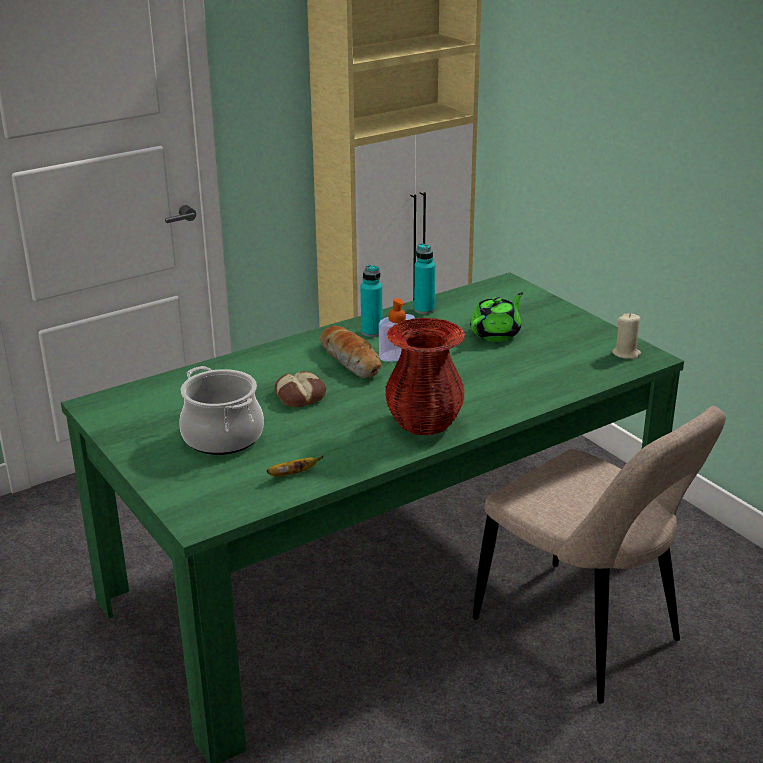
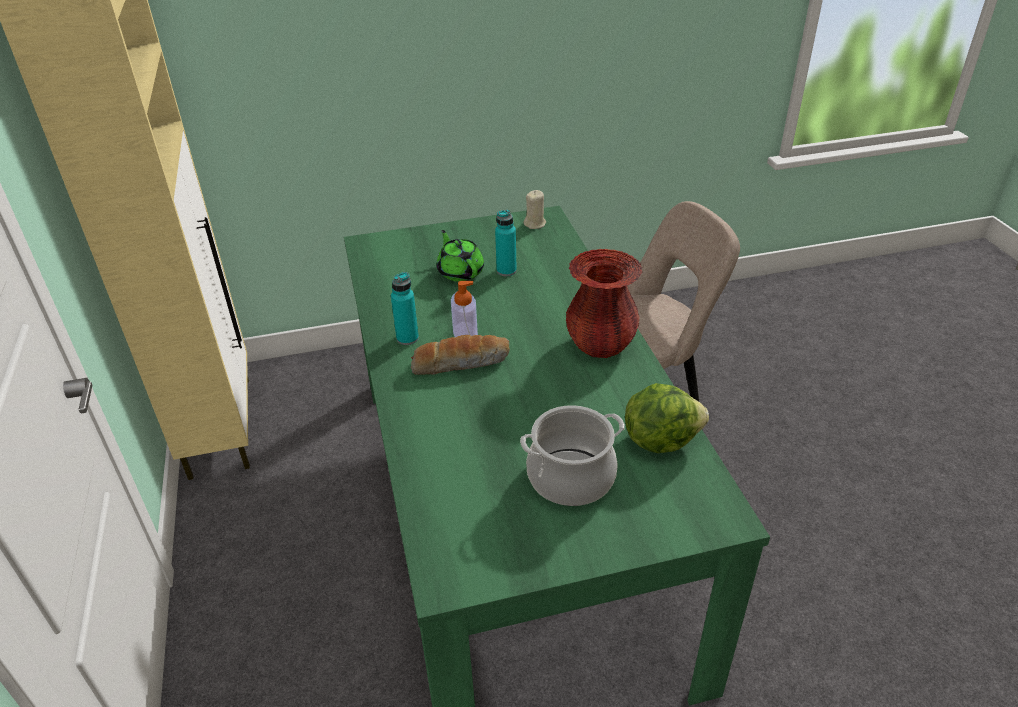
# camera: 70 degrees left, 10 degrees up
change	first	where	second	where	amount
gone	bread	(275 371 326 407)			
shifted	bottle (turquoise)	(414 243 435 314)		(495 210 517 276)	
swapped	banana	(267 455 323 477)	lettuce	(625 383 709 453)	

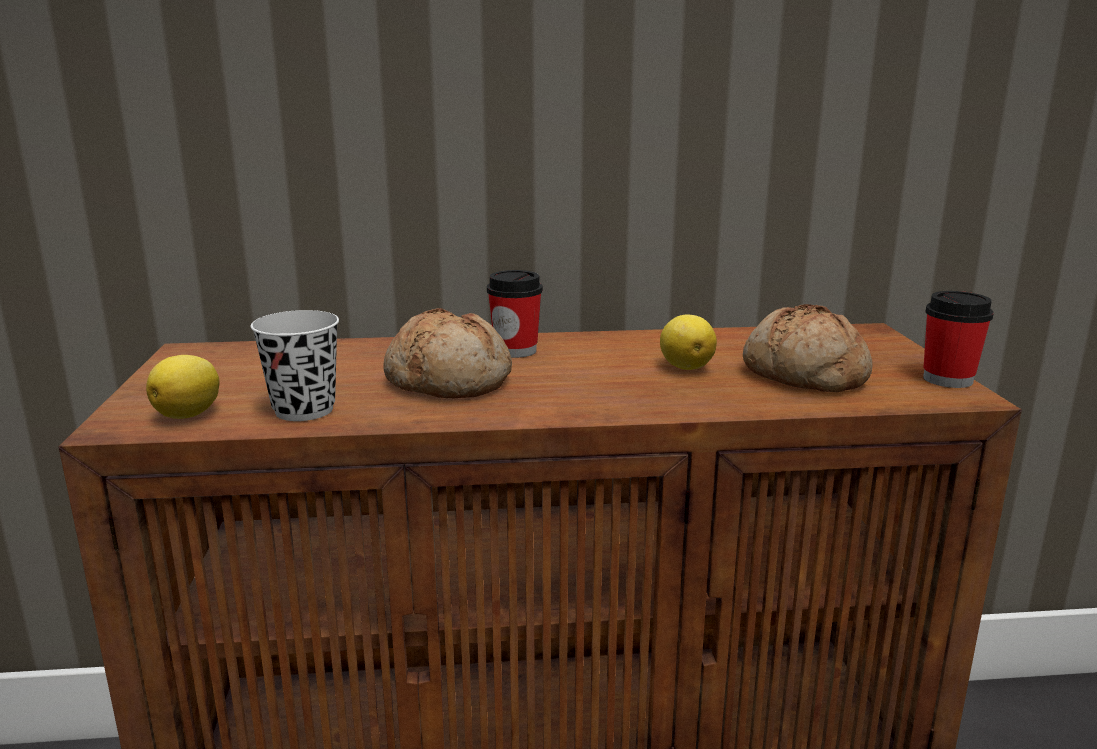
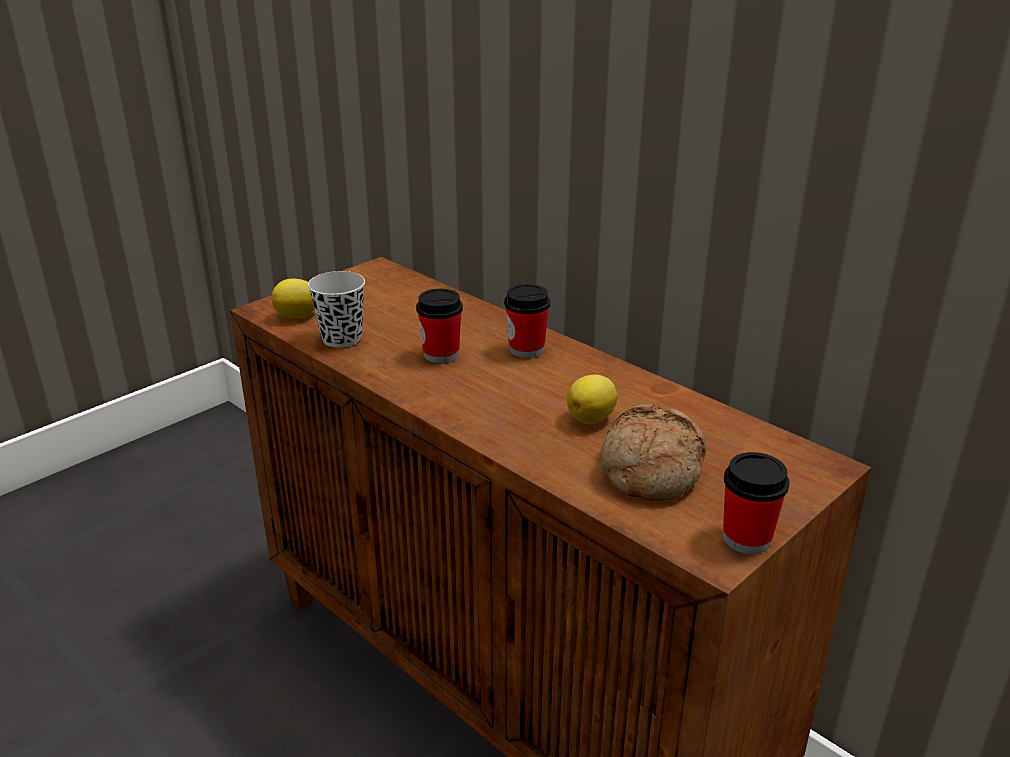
# camera: 50 degrees right, 10 degrees up
change	first	where	second	where	amount
swapped	bread	(384 308 512 399)	cup	(416 289 463 364)	

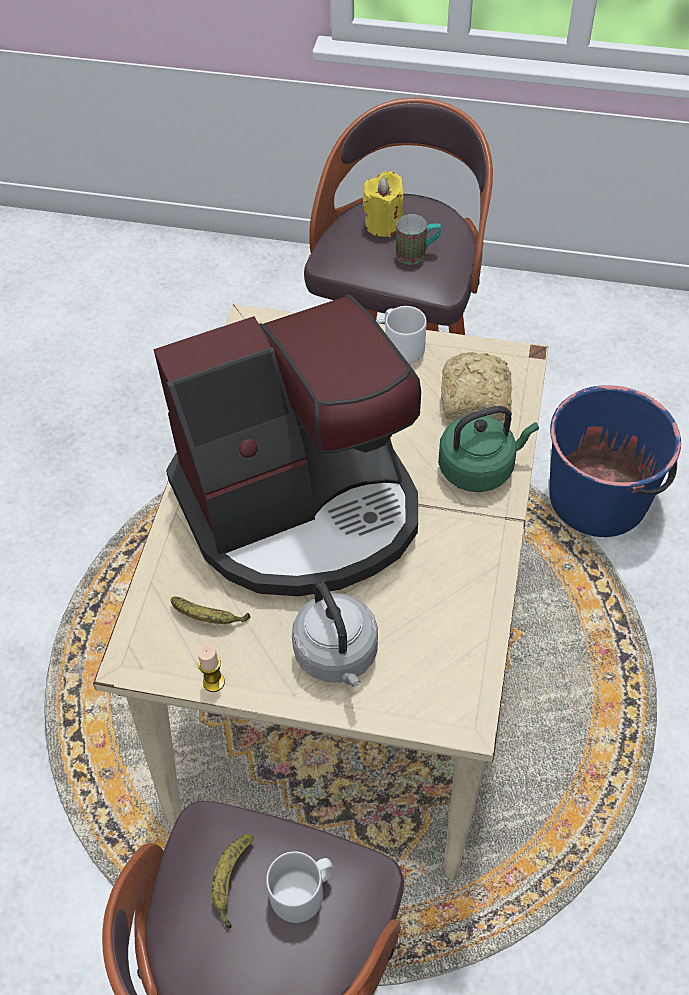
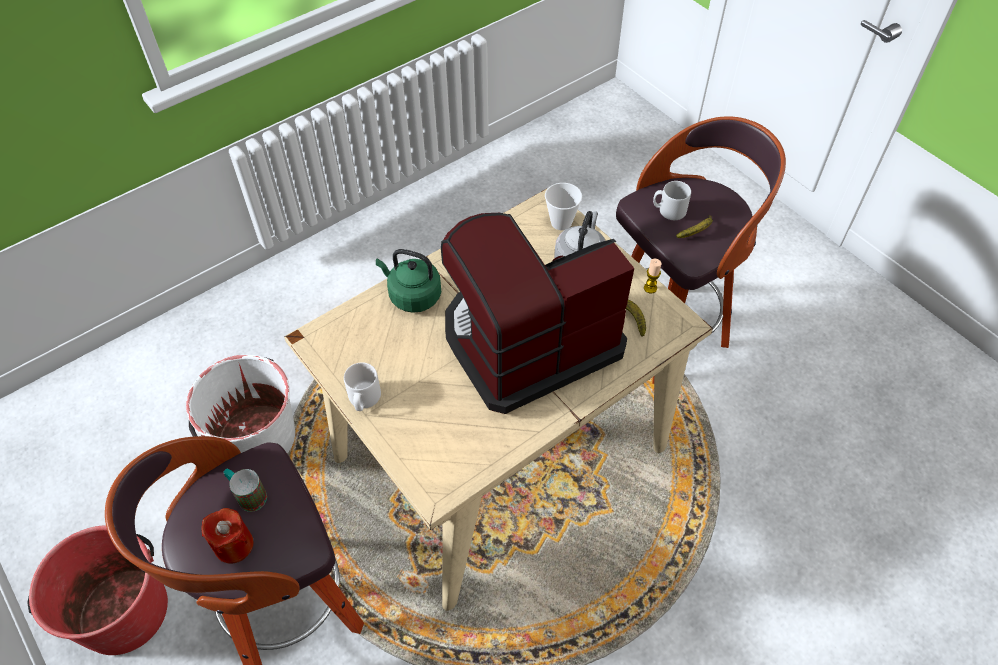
# camera: 140 degrees left, 0 degrees up
change	first	where	second	where	amount
gone	bread	(441 352 512 421)			
new			bucket (red)	(27 525 168 655)	
new			cup	(545 183 582 230)	
repainted	candle (yellow)	(363 171 403 237)	candle (red)	(201 508 253 564)	
repainted	bucket (blue)	(549 385 681 537)	bucket (white)	(186 355 295 454)	
rotated	coffee machine	(154 295 421 596)		(441 213 634 414)	45 degrees counterclockwise

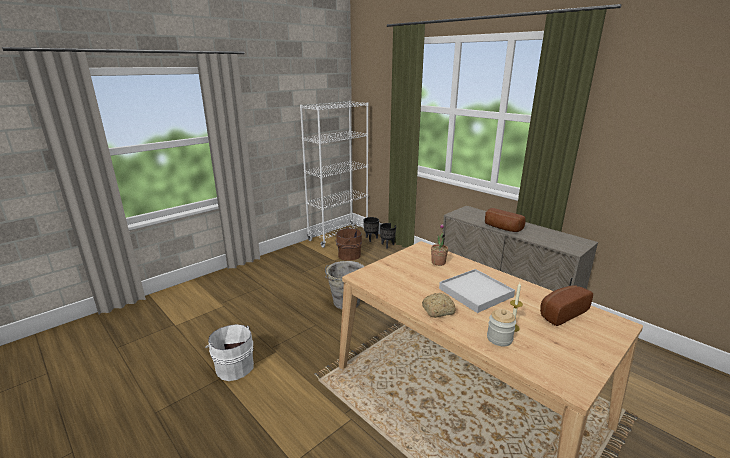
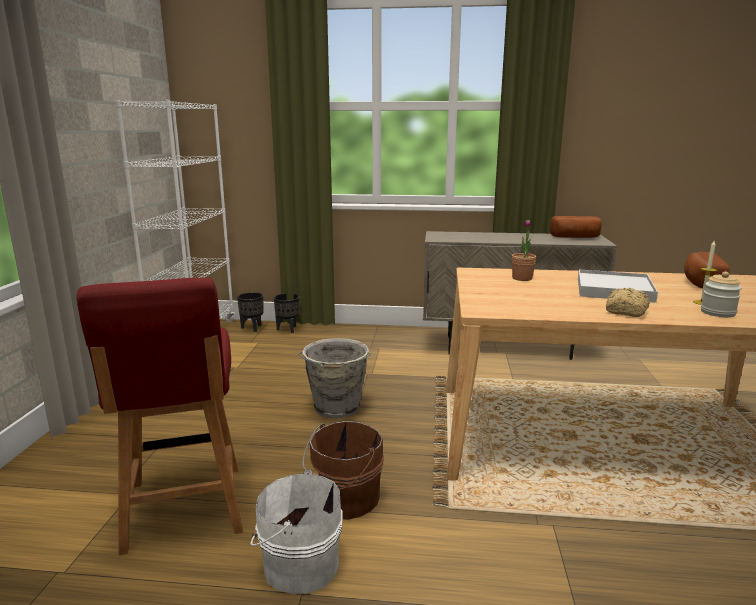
# camera: 40 degrees left, 5 degrees down
change	first	where	second	where	amount
new			chair (red)	(76 278 243 555)	
shifted	bucket (brown)	(336 227 362 261)		(302 421 384 520)	
shifted	bread	(485 208 526 232)		(550 216 602 238)	

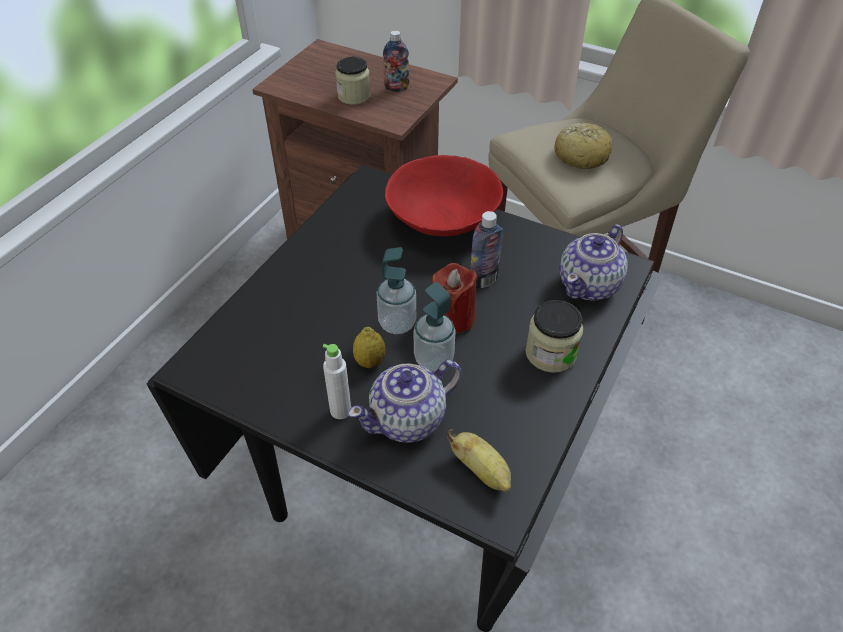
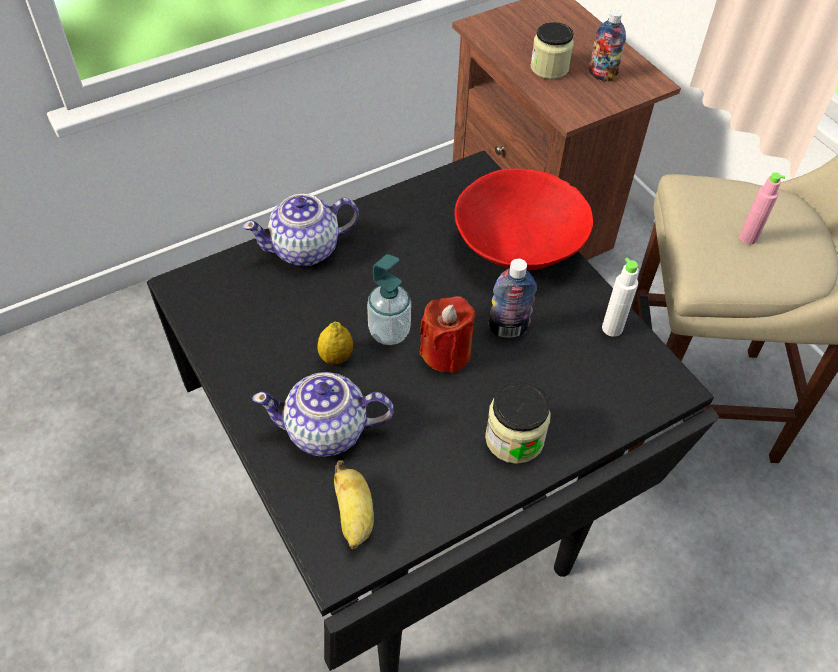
# camera: 30 degrees right, 5 degrees up
change	first	where	second	where	amount
gone	soap dispenser	(414 282 456 372)			
shifted	bottle (white)	(323 344 351 419)		(602 258 639 337)	
shifted	teapot	(559 224 628 301)		(242 194 359 266)	
swapped	bread	(554 123 612 169)	bottle (pink)	(739 172 785 244)	

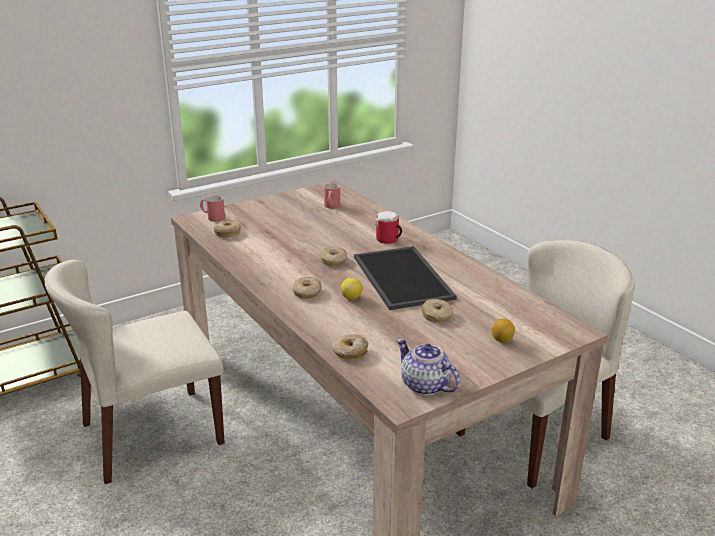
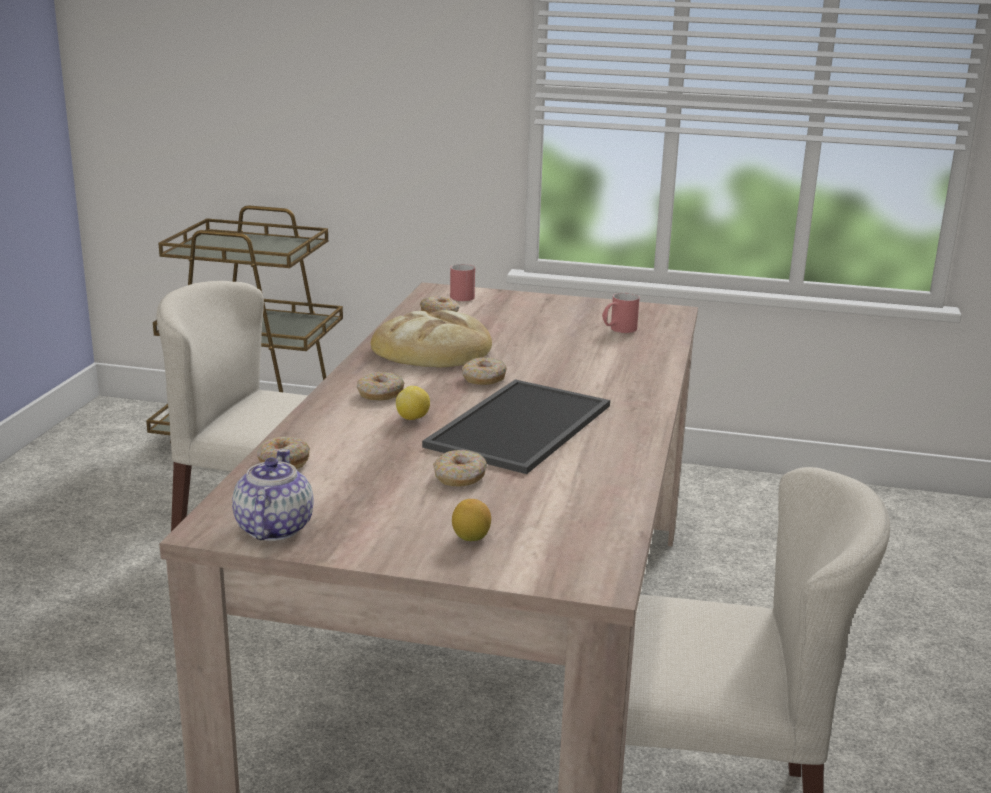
# camera: 45 degrees right, 5 degrees down
change	first	where	second	where	amount
gone	mug	(375 211 402 244)			
new			bread	(370 310 492 368)	

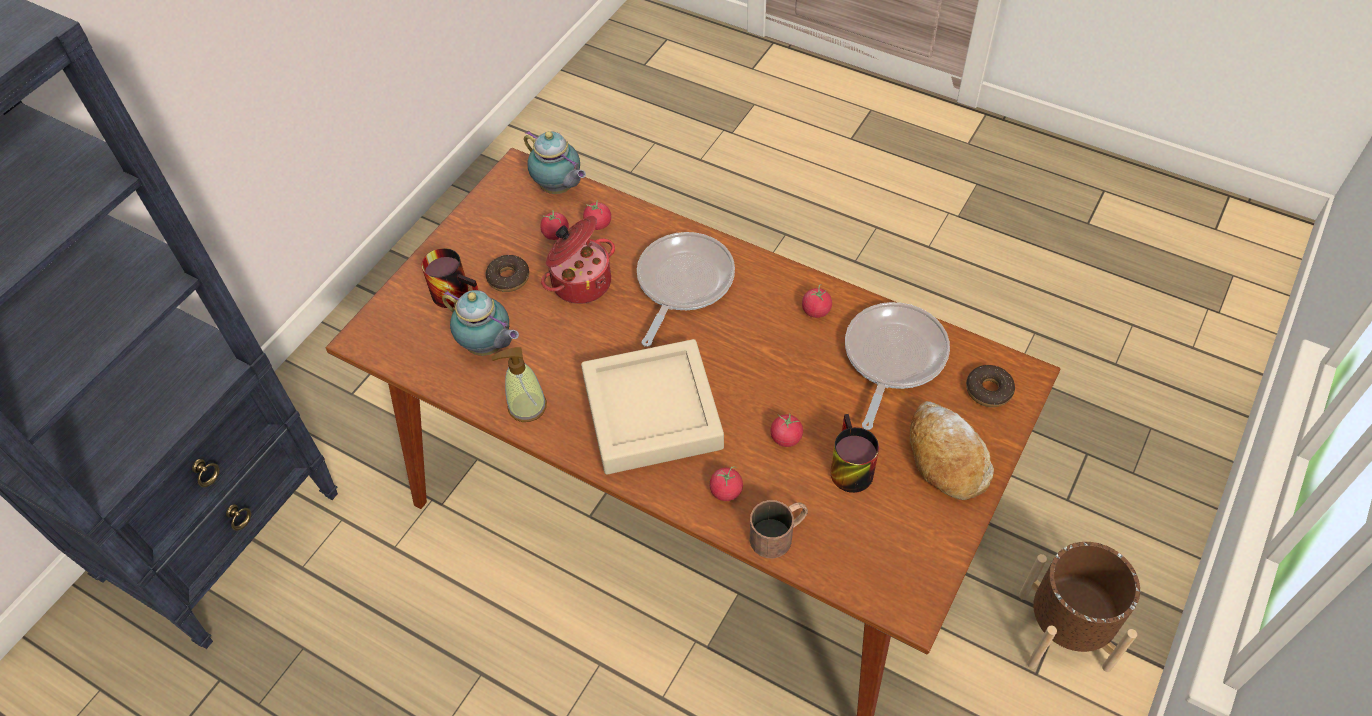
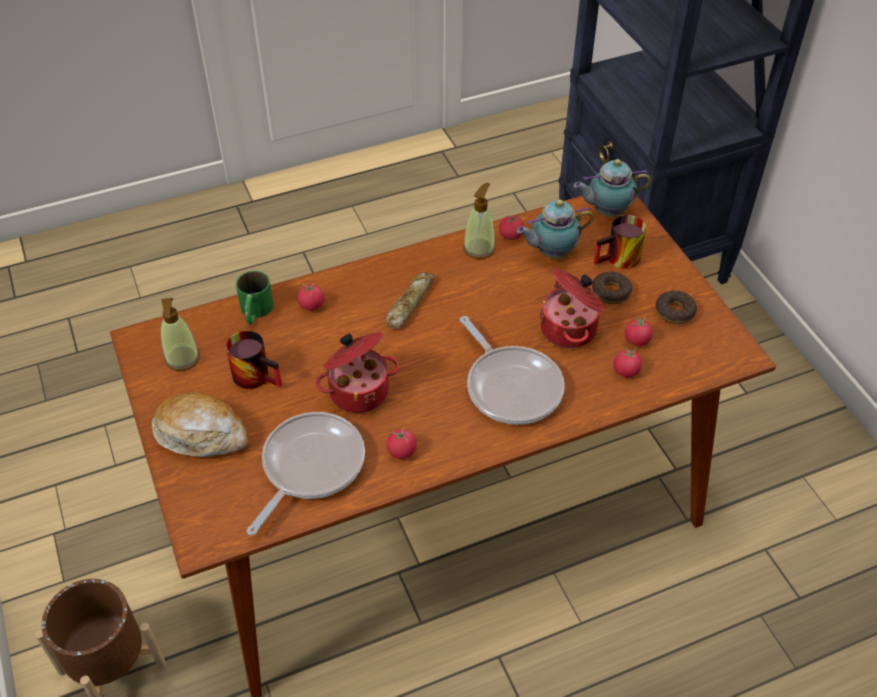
# camera: 125 degrees right, 5 degrees down
change	first	where	second	where	amount
new			soap dispenser	(161 298 200 371)	
new			cooking pot	(315 332 399 413)	
shifted	teapot	(524 130 586 194)		(573 159 651 217)	
shifted	tomato	(770 413 803 447)		(499 214 524 240)	
shifted	donut	(966 365 1015 407)		(656 291 697 324)	
swapped	tray (beige)	(581 339 724 475)	bread	(386 272 434 329)	
repainted	mug (brown)	(750 500 808 558)	mug (green)	(236 271 274 324)	
rotated	frying pan	(845 302 950 430)		(247 412 365 535)	120 degrees counterclockwise

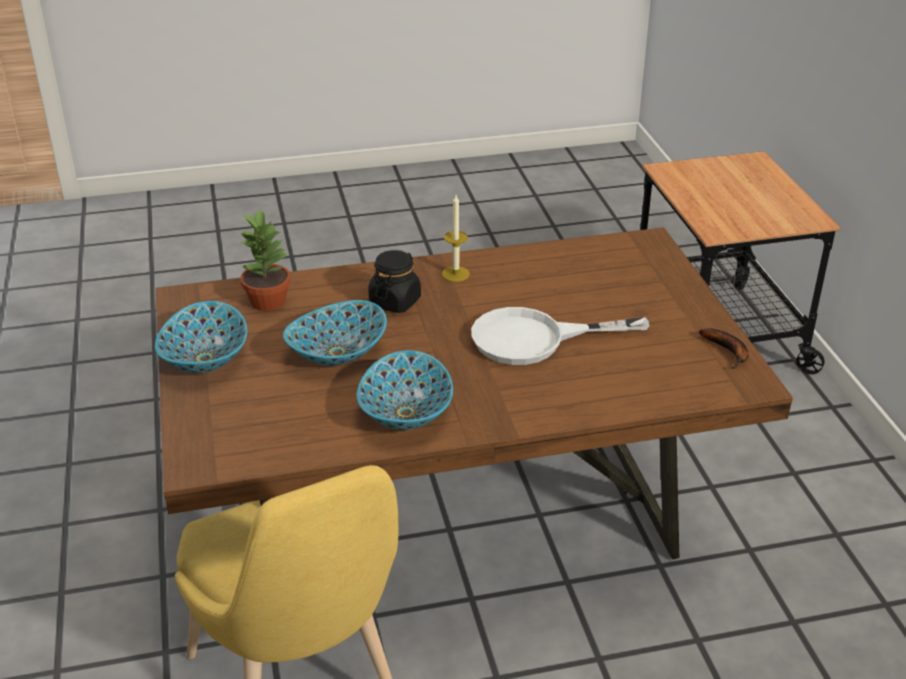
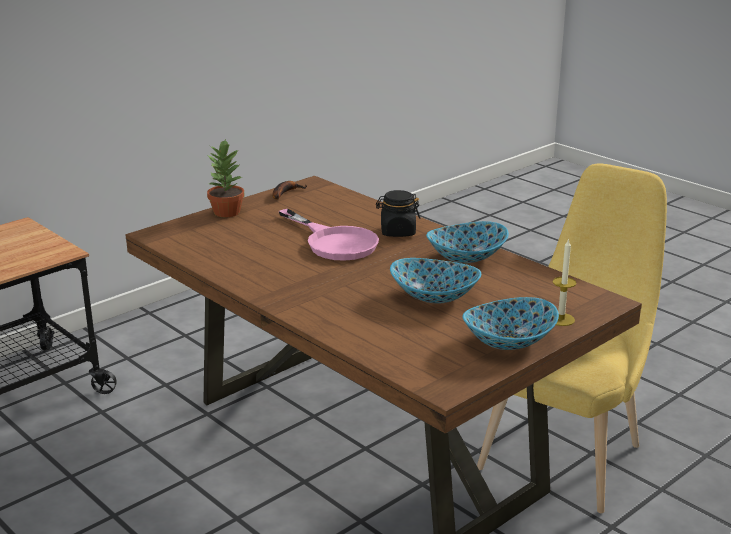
# camera: 120 degrees left, 10 degrees down
change	first	where	second	where	amount
shifted	potted plant	(239 208 291 311)		(207 138 244 217)	
shifted	jar (black)	(368 250 421 313)		(376 190 420 237)	
shifted	candle	(442 195 470 282)		(553 238 577 326)	
repainted	frying pan (white)	(471 307 650 365)	frying pan (pink)	(279 209 379 261)	

